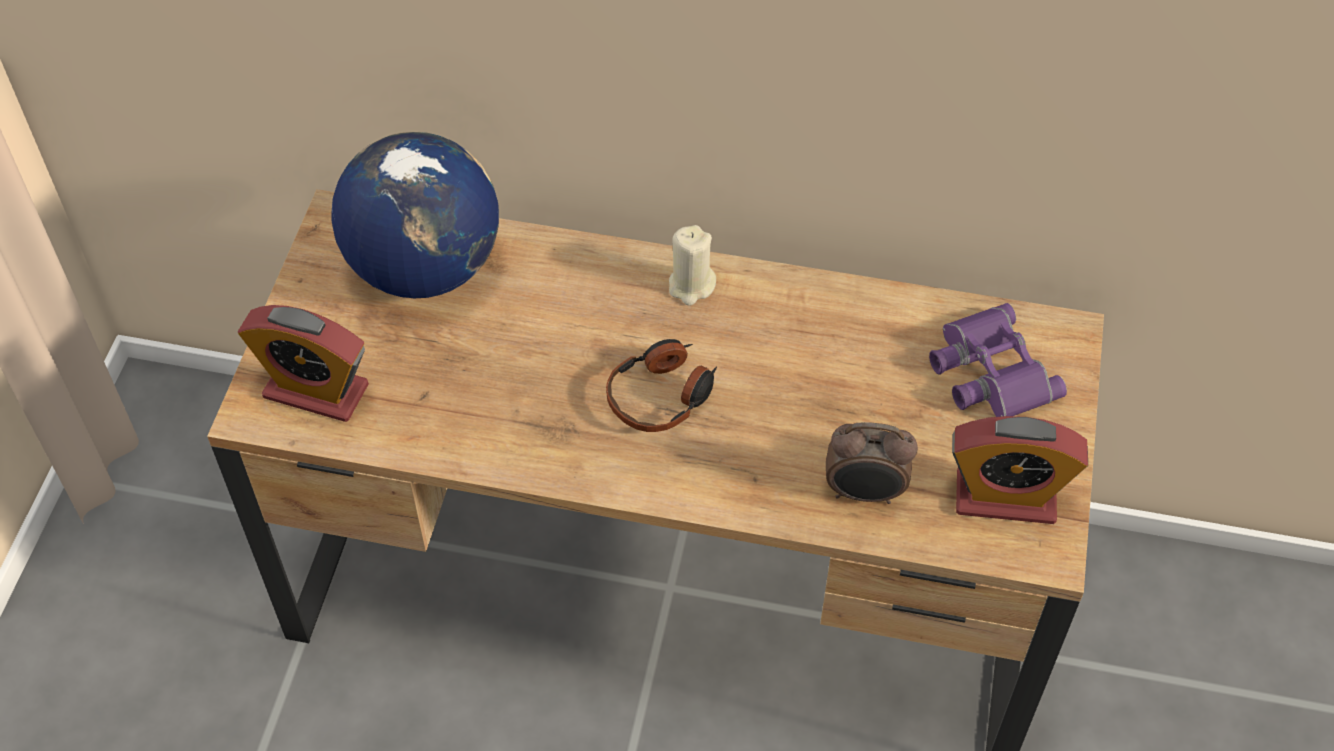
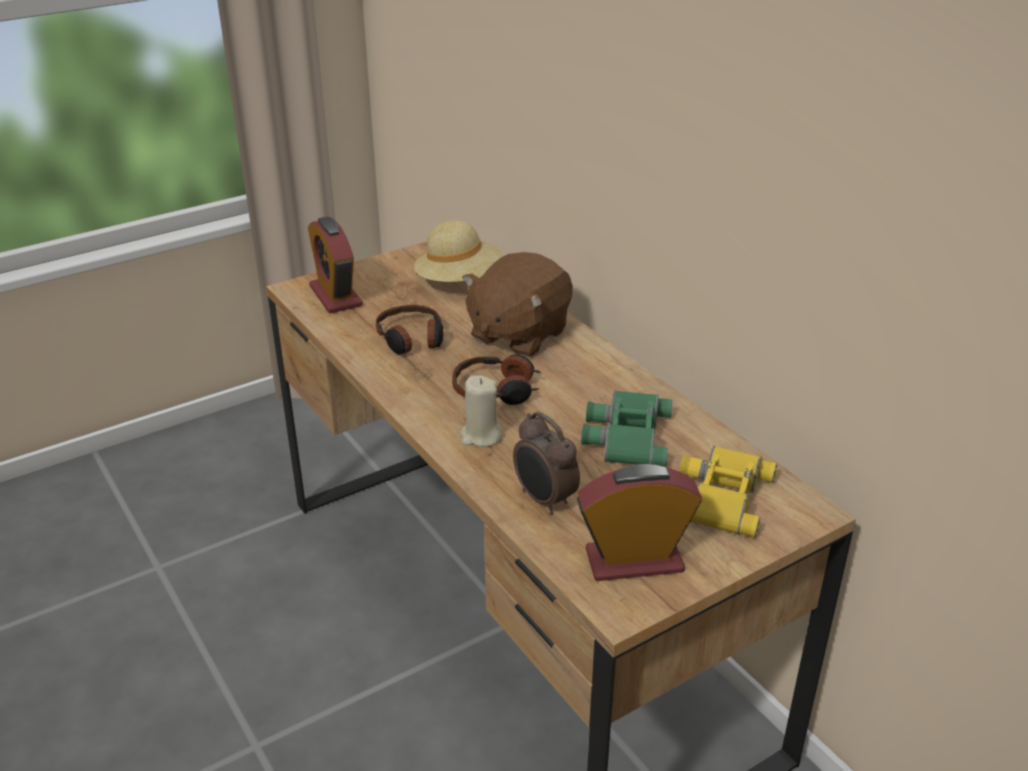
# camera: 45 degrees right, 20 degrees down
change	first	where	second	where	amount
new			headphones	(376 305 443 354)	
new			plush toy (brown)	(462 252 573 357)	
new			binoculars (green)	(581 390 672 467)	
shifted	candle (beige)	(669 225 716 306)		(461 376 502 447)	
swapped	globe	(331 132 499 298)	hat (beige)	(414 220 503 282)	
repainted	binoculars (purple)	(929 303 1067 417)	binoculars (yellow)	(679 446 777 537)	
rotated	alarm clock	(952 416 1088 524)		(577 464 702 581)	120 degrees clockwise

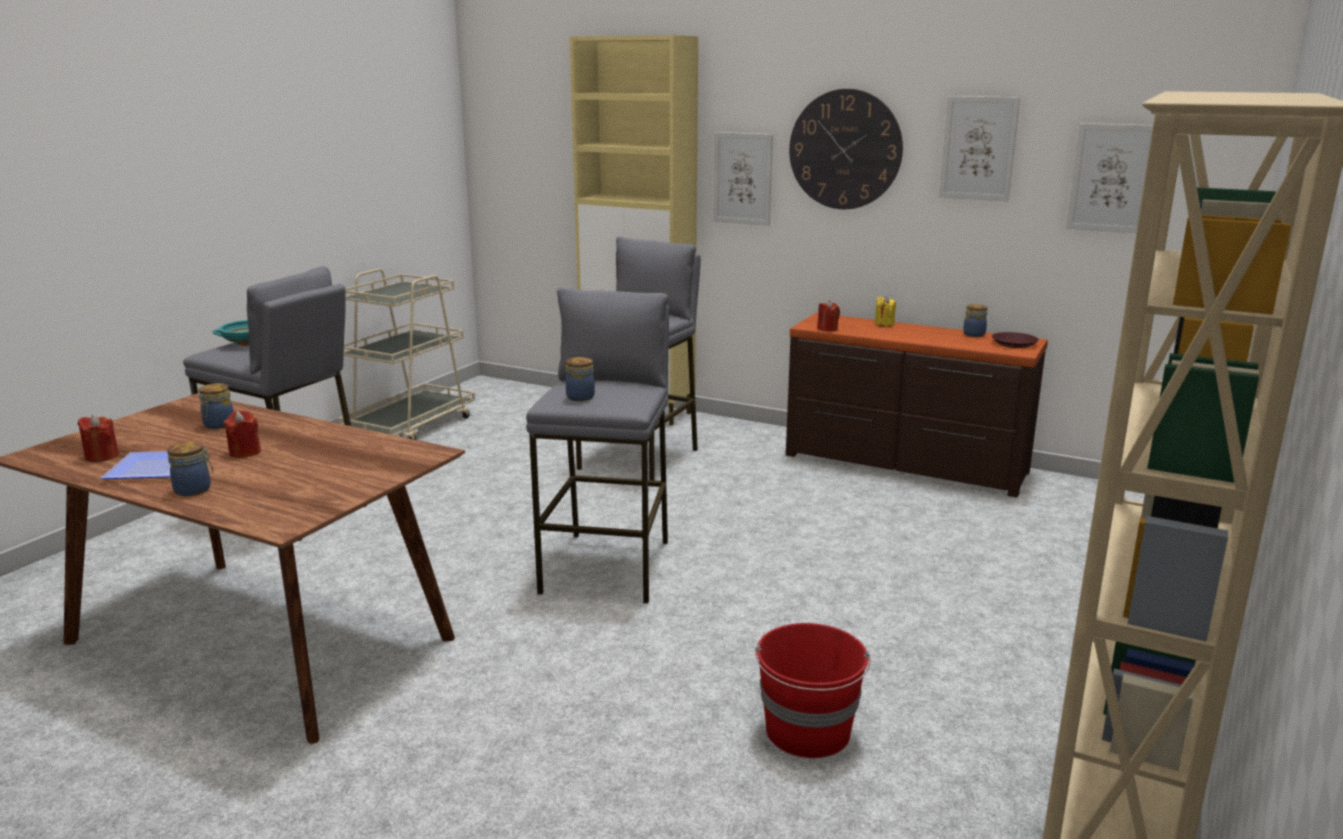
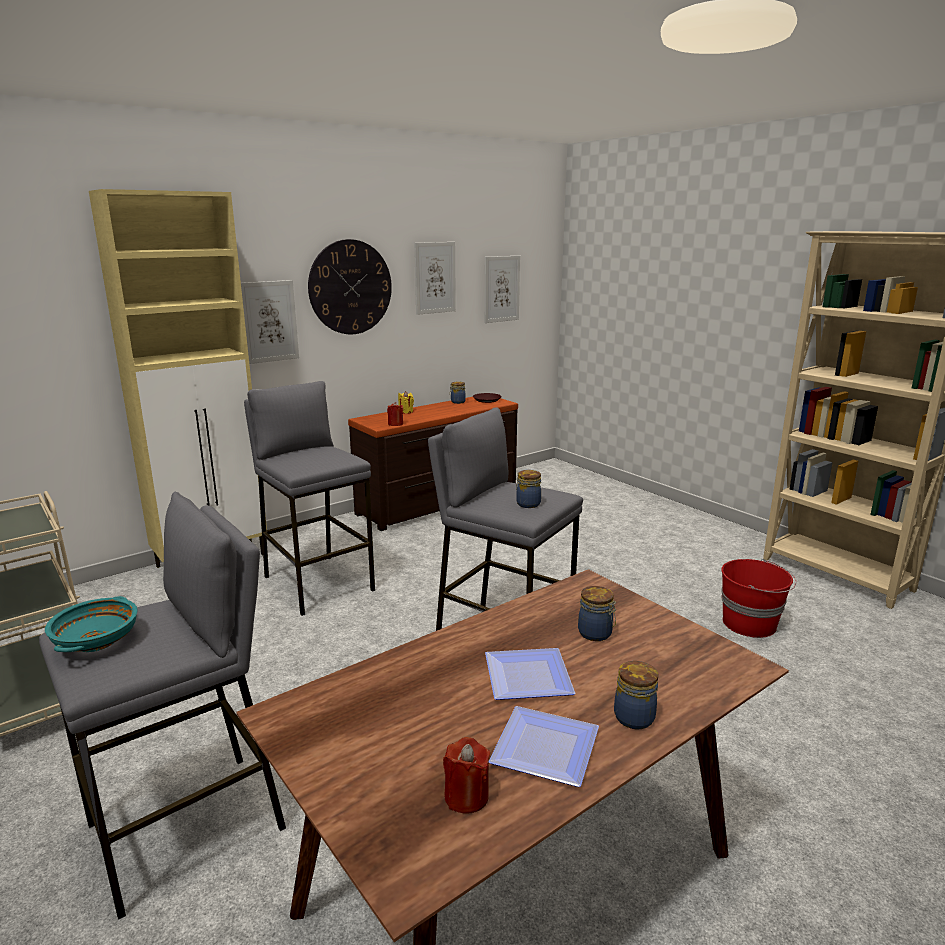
# camera: 65 degrees left, 0 degrees up
change	first	where	second	where	amount
shifted	jar	(198 383 234 429)		(578 586 616 641)	
swapped	candle (red)	(223 410 261 458)	plate	(485 648 576 700)	

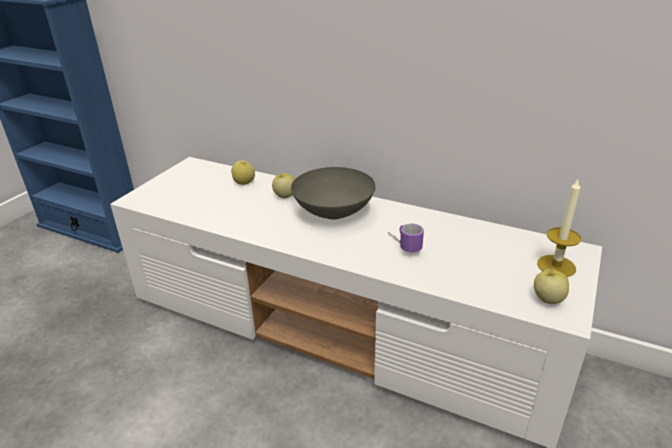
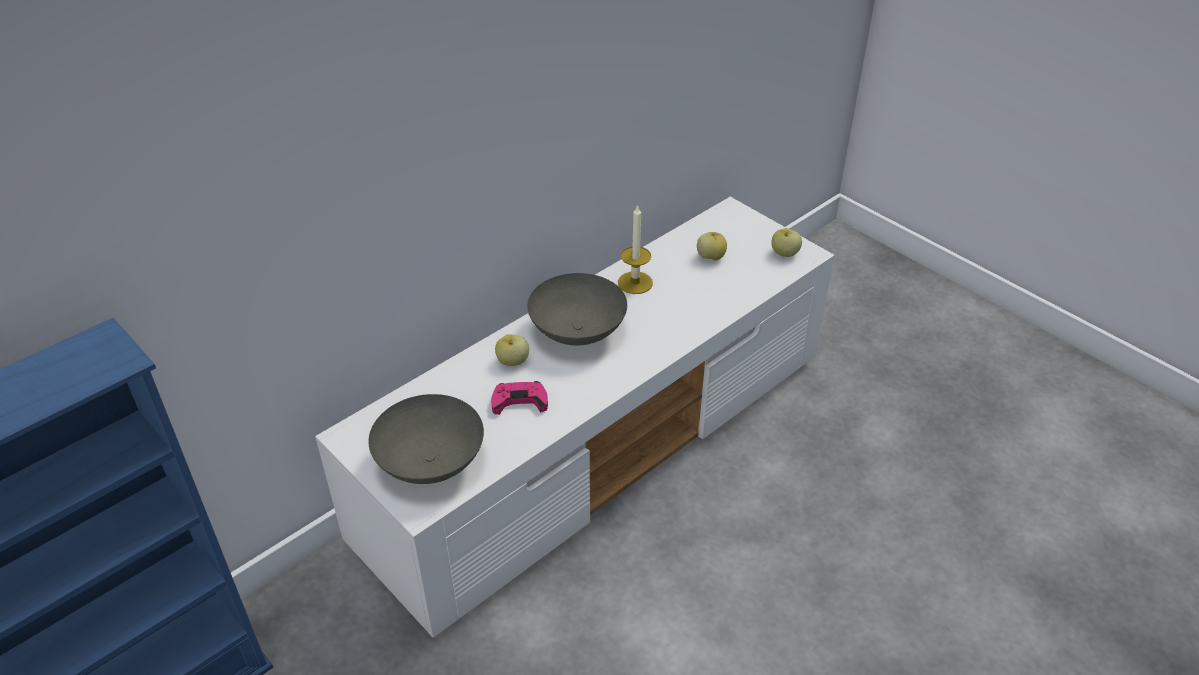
# camera: 70 degrees left, 10 degrees up
change	first	where	second	where	amount
gone	mug	(388 224 424 252)			
new			bowl (grey)	(368 394 484 484)	
new			game controller (pink)	(491 381 548 415)	
shifted	apple	(231 160 255 185)		(697 232 727 260)	
shifted	candle	(537 180 581 277)		(618 204 653 294)	

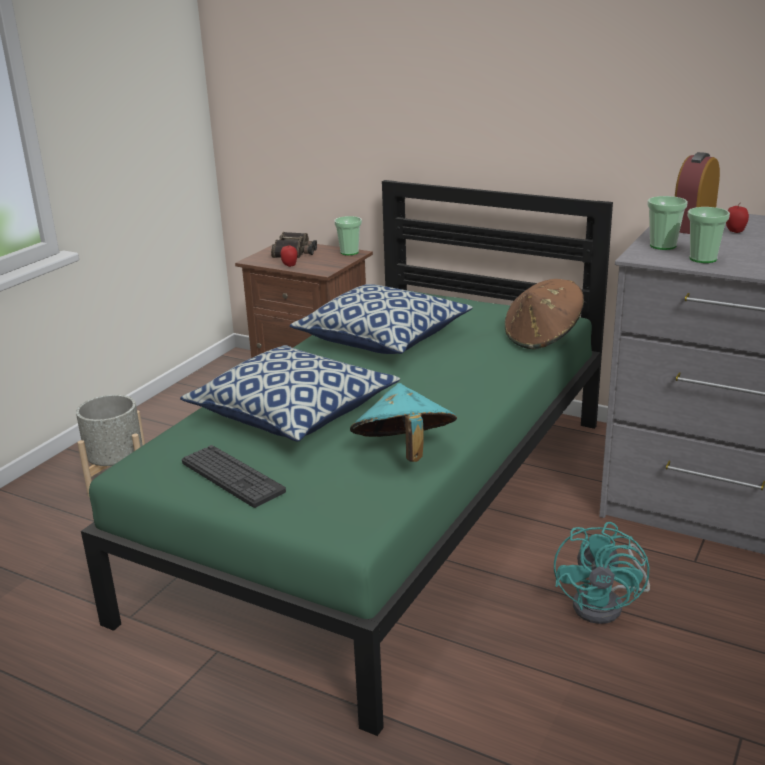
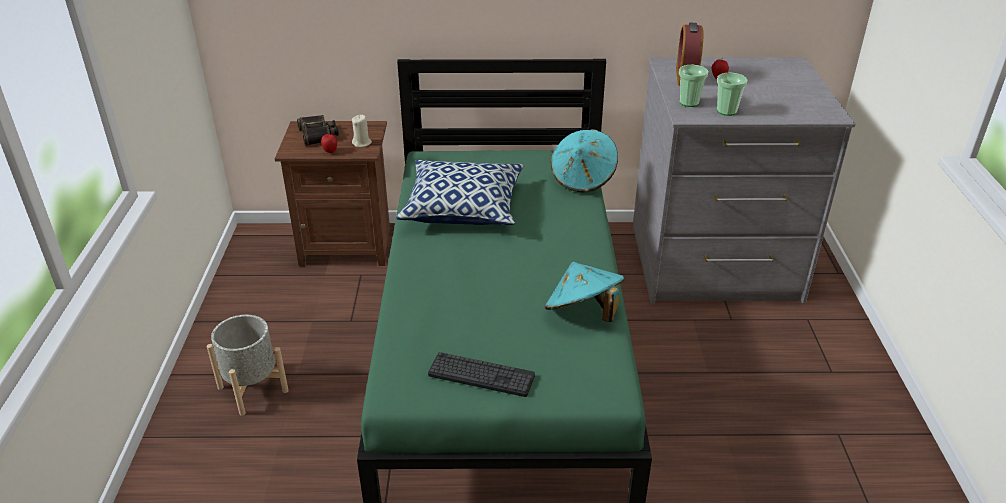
# camera: 30 degrees left, 10 degrees up
change	first	where	second	where	amount
gone	pillow	(180 345 400 442)			
gone	cup	(334 216 362 255)			
gone	fan (turquoise)	(554 522 650 624)			
new			candle (beige)	(352 115 372 147)	
repainted	hat (brown)	(505 279 584 349)	hat (turquoise)	(551 129 618 192)	

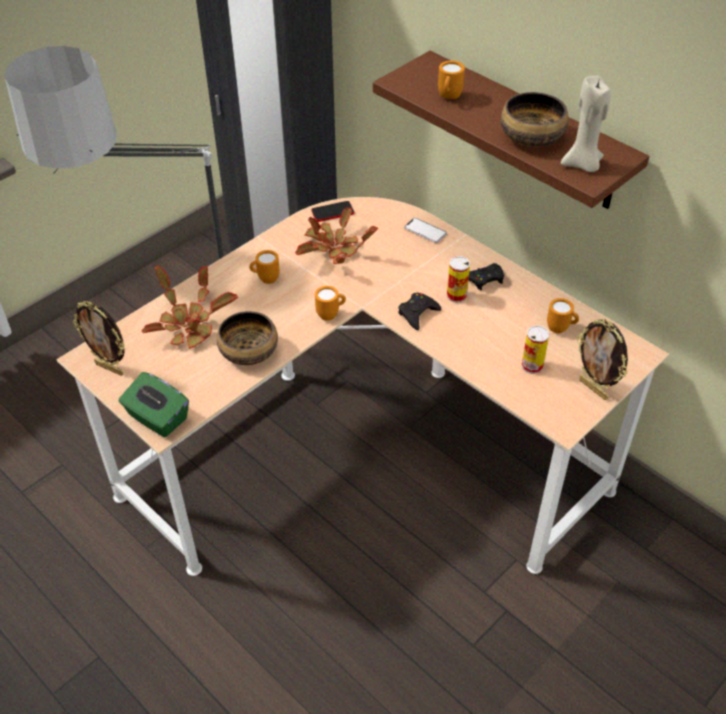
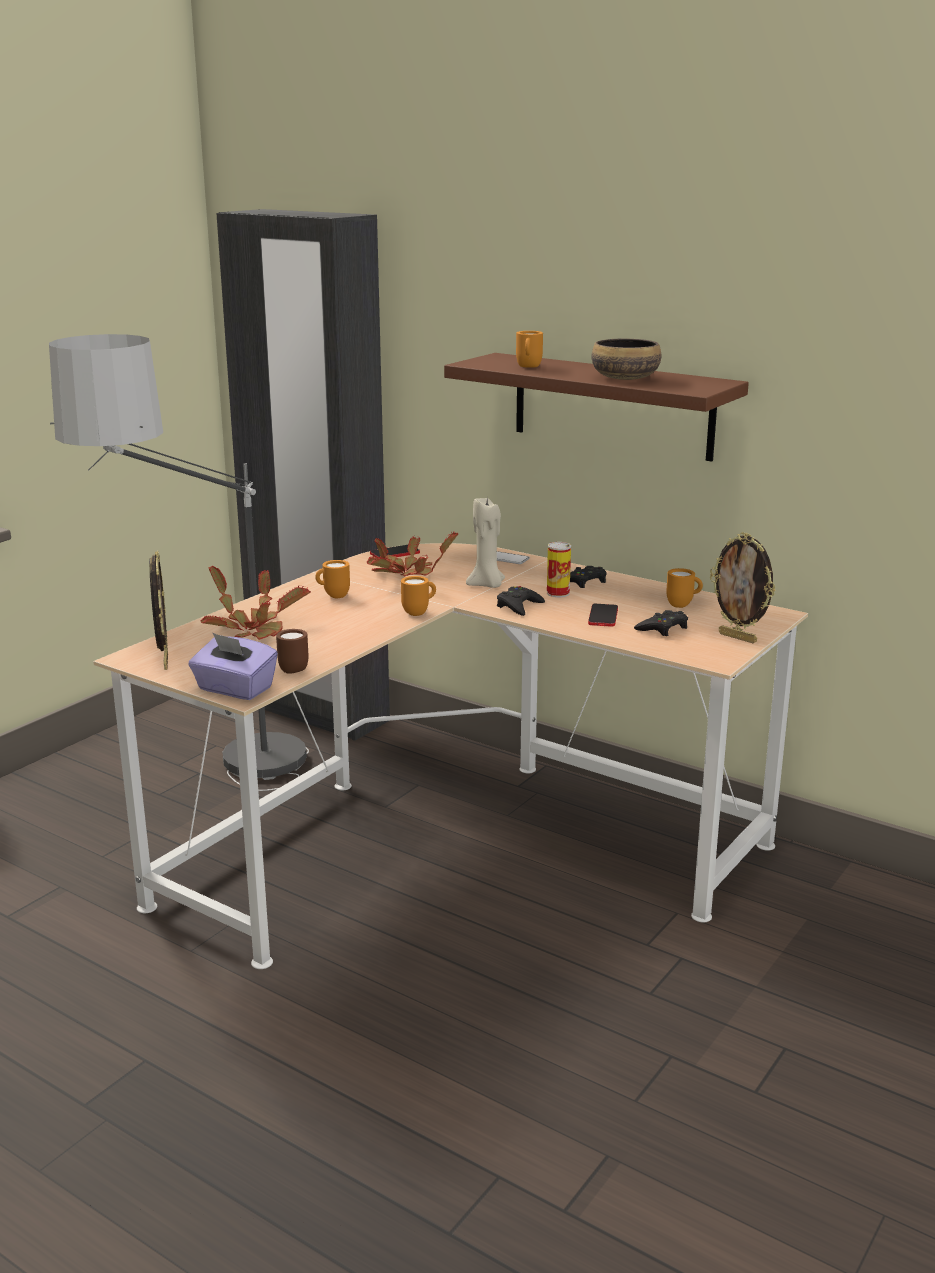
# camera: 10 degrees left, 25 degrees down
change	first	where	second	where	amount
gone	bowl	(217 311 278 365)			
new			mug (brown)	(276 629 308 674)	
new			phone	(588 603 618 627)	
shifted	candle (beige)	(561 76 611 172)		(466 498 505 588)	
swapped	can	(522 325 550 374)	game controller (black)	(634 610 688 636)	
repainted	tissue box (green)	(119 372 189 437)	tissue box (purple)	(188 633 278 700)	
rotated	picture frame	(73 301 125 376)		(149 551 168 670)	120 degrees counterclockwise

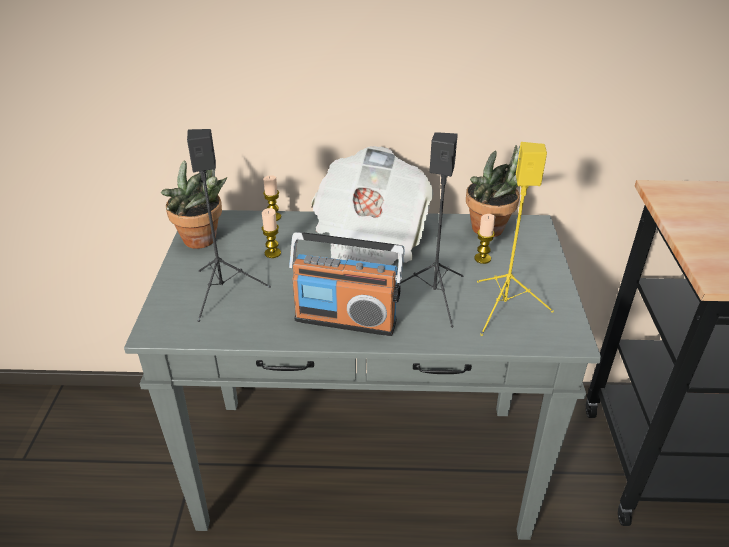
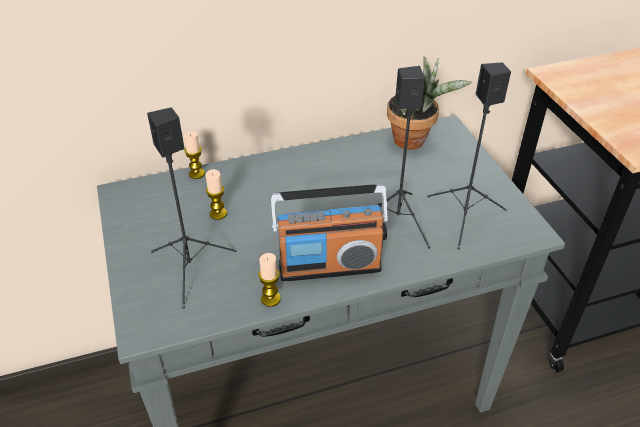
# camera: 20 degrees left, 5 degrees up
change	first	where	second	where	amount
gone	potted plant	(161 161 227 249)			
gone	newspaper	(311 146 434 265)			
shifted	candle	(474 214 495 264)		(258 253 281 307)	
repainted	speaker (yellow)	(477 142 554 336)	speaker (black)	(427 62 511 250)	

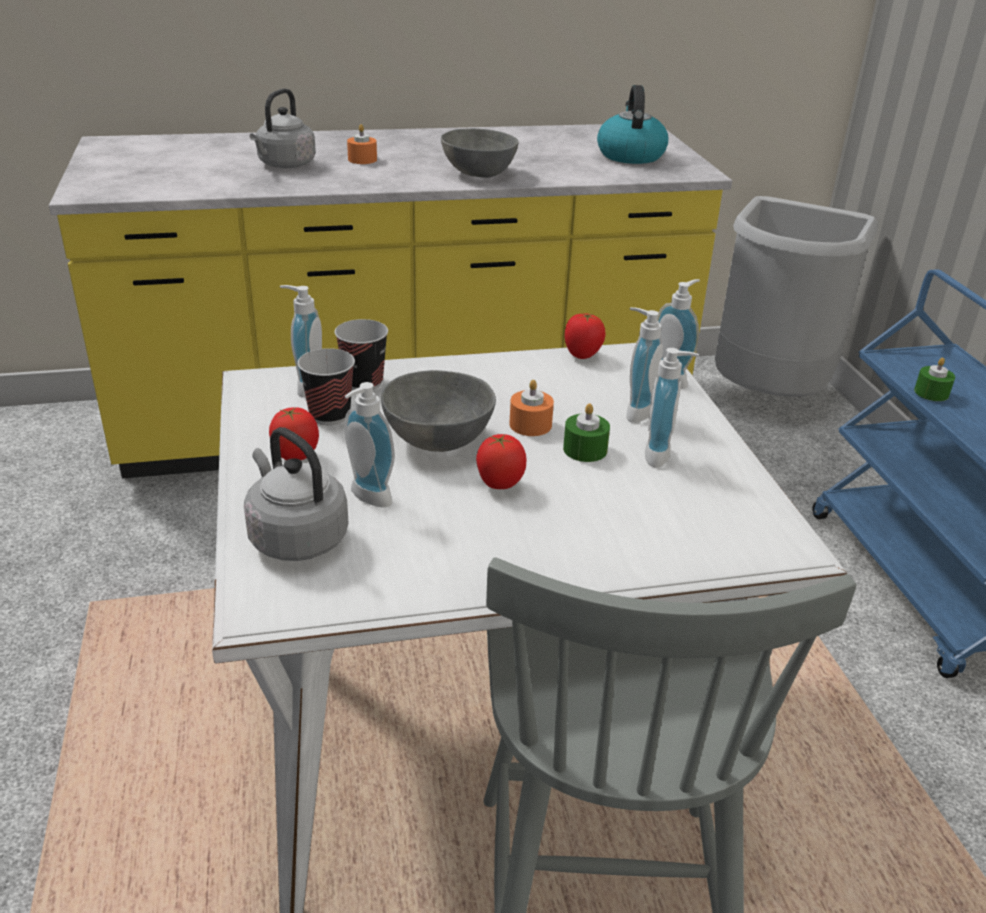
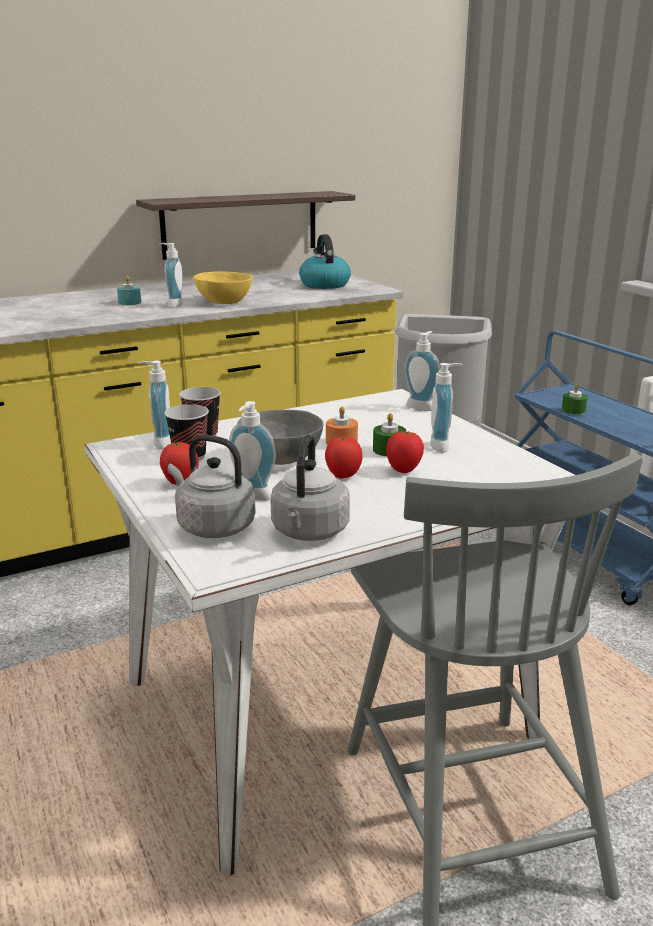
# camera: 15 degrees left, 10 degrees down
change	first	where	second	where	amount
new			shelf	(136 191 355 260)	
shifted	kettle (grey)	(250 88 316 168)		(270 434 350 541)	
shifted	tomato	(565 313 606 359)		(386 431 424 473)	
shifted	soap dispenser	(626 307 663 423)		(159 243 183 308)	
repainted	candle (orange)	(347 124 377 164)	candle (turquoise)	(117 275 141 305)	
repainted	bowl (grey)	(441 128 519 178)	bowl (yellow)	(193 271 252 304)	

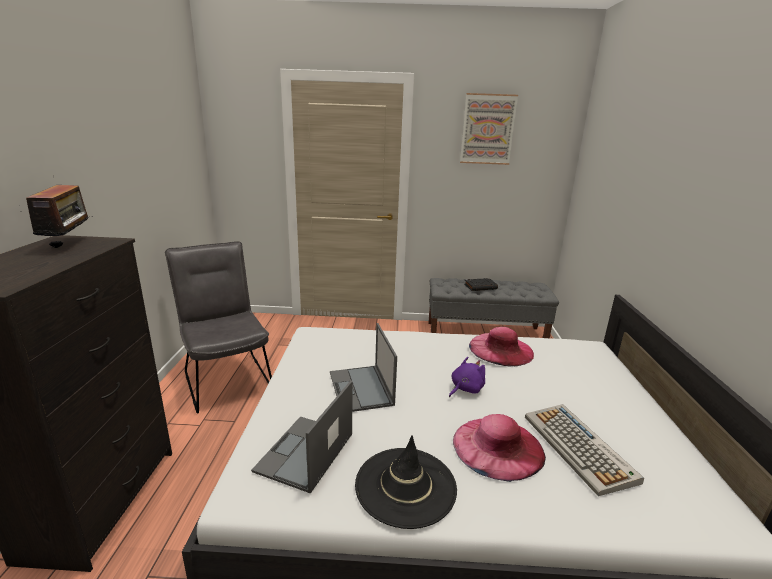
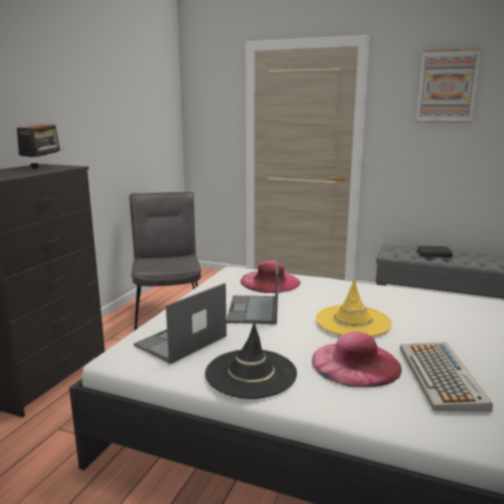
# camera: 20 degrees right, 5 degrees down
change	first	where	second	where	amount
shifted	hat (pink)	(469 327 534 366)		(240 260 300 293)	
swapped	plush toy (purple)	(449 357 485 397)	hat (yellow)	(316 278 392 337)	

